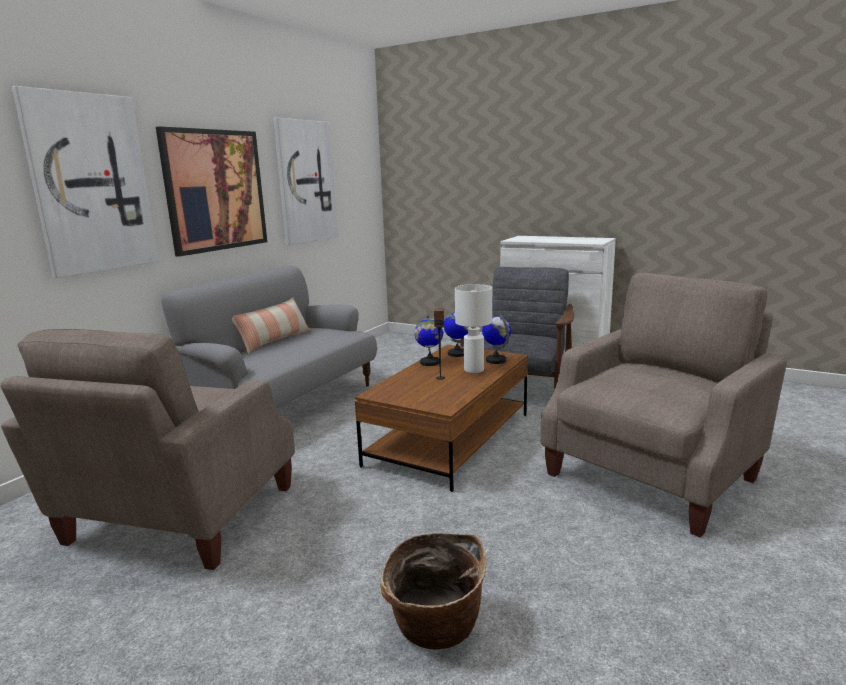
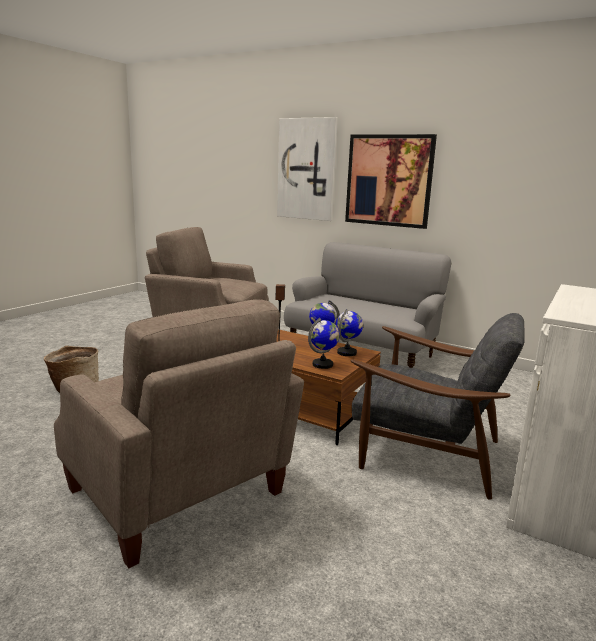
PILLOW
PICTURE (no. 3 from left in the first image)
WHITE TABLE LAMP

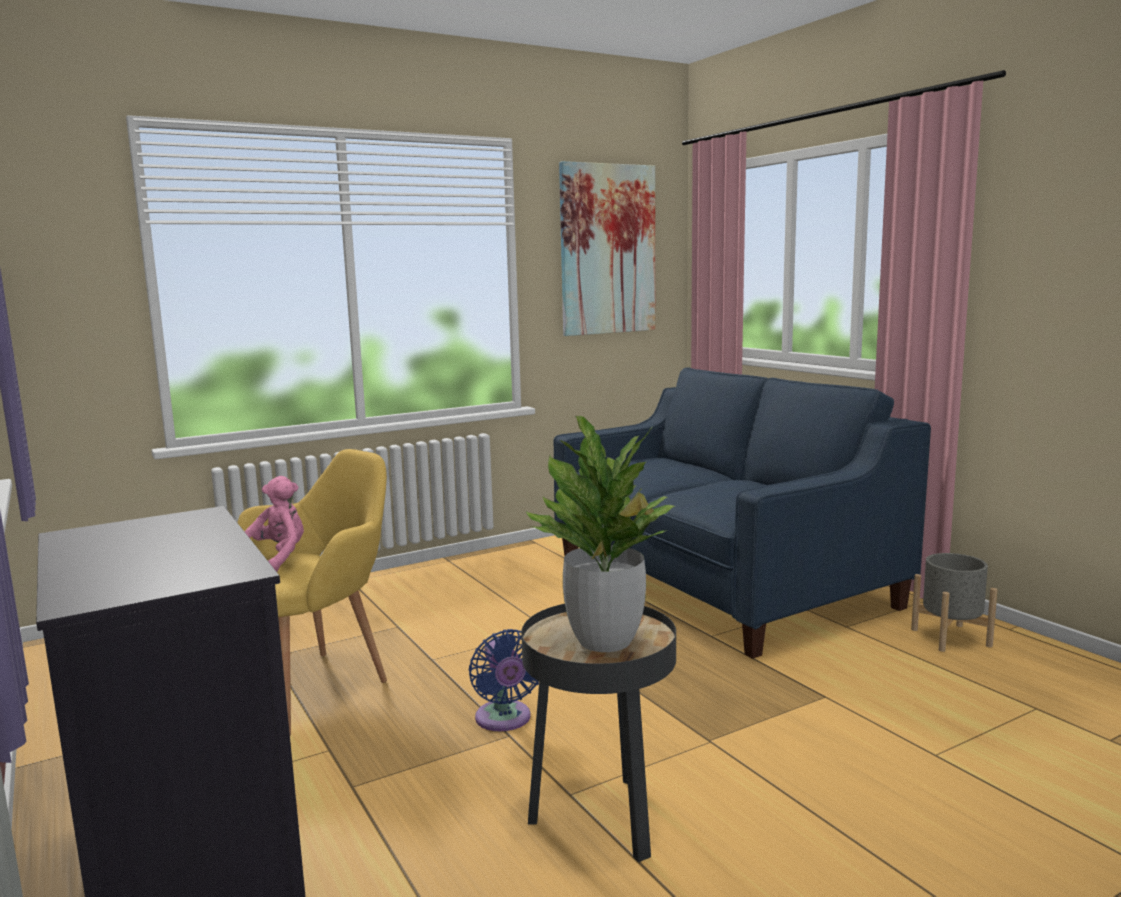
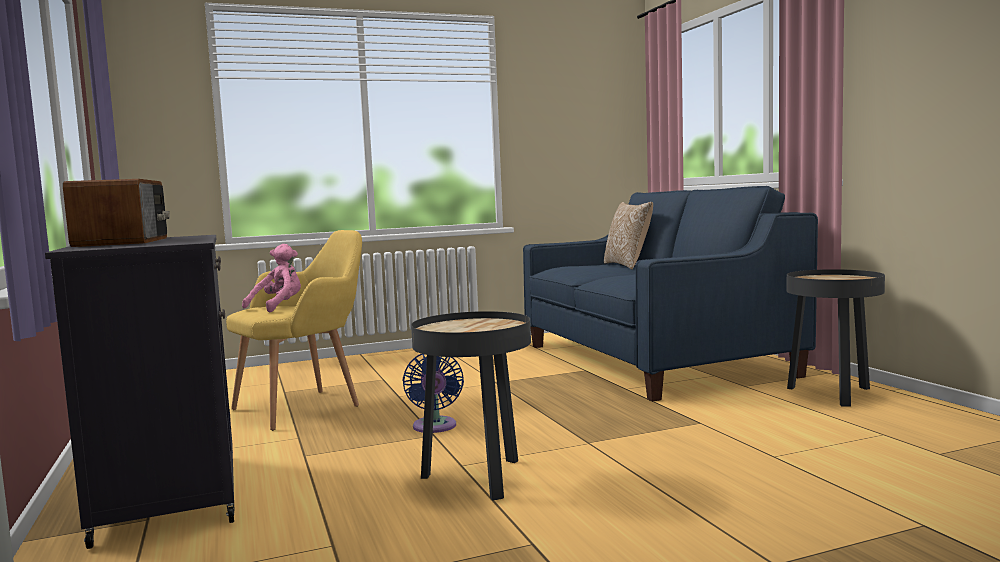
POTTED PLANT
PICTURE
BLACK SIDE TABLE (no. 2 from left)
RADIO
PILLOW

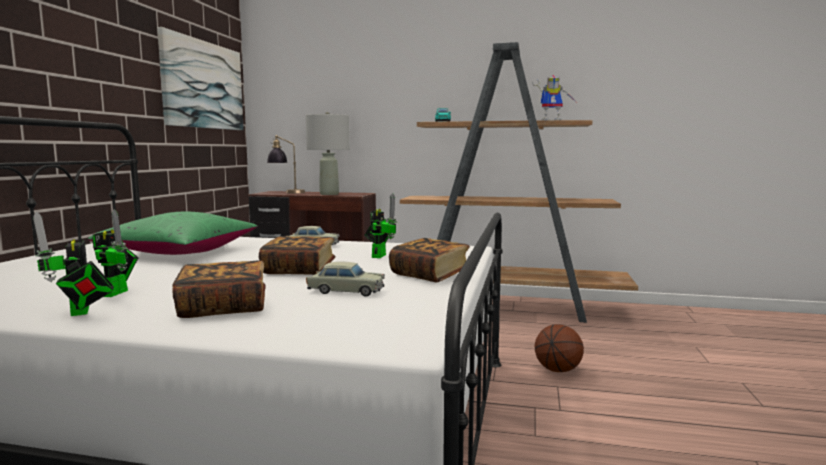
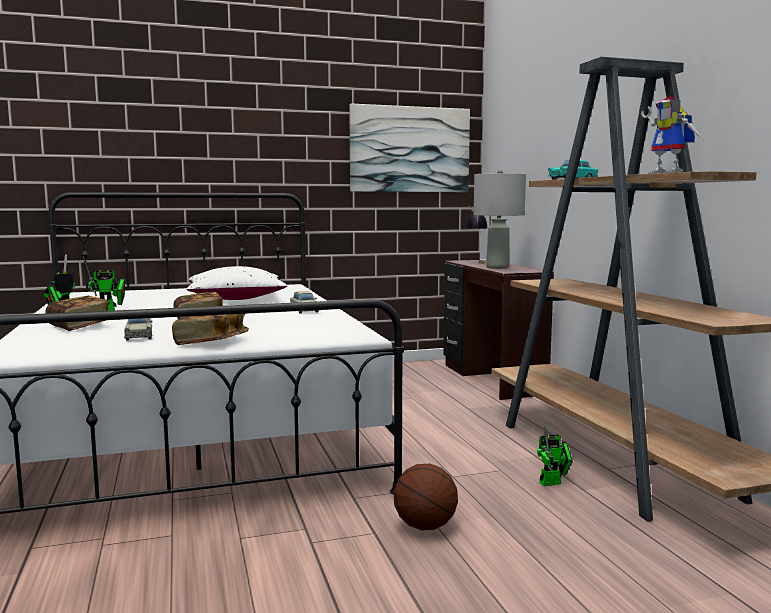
WHITE PILLOW
TOY ROBOT (no. 3 from left)

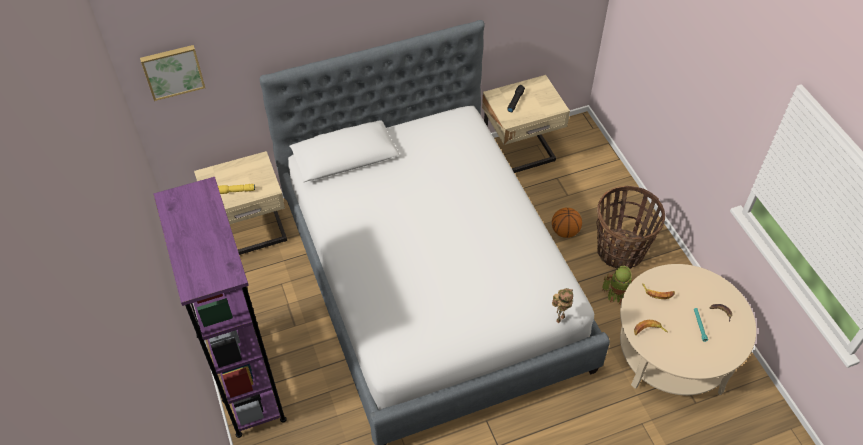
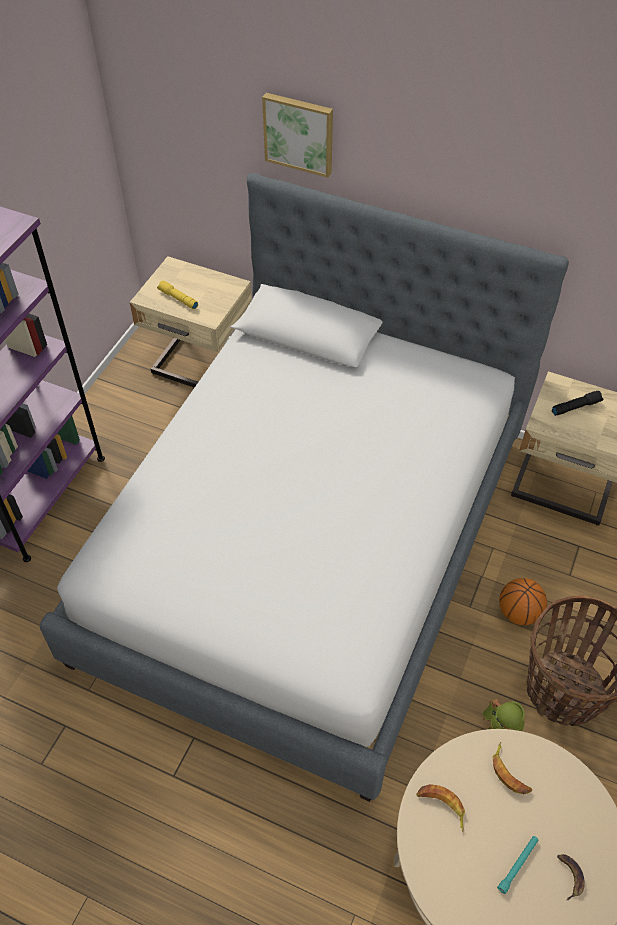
PICTURE
TOY ROBOT (no. 1 from left in the first image)

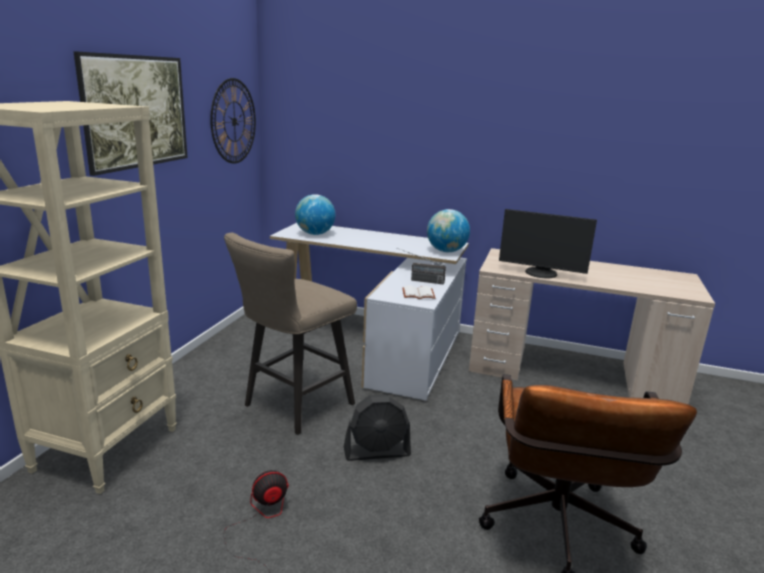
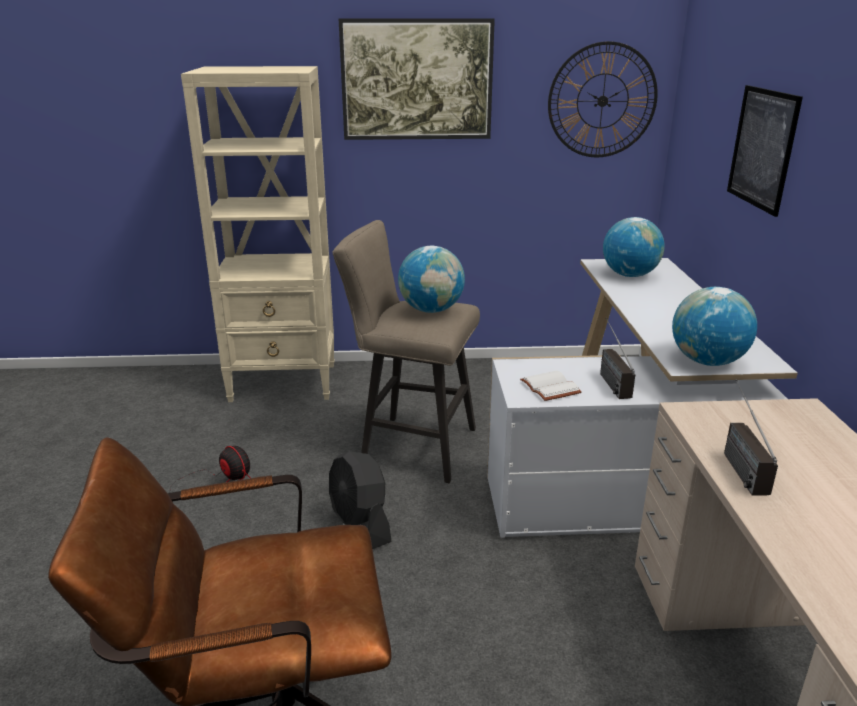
RADIO (no. 2 from left)
GLOBE (no. 1 from left)
PICTURE (no. 2 from left)

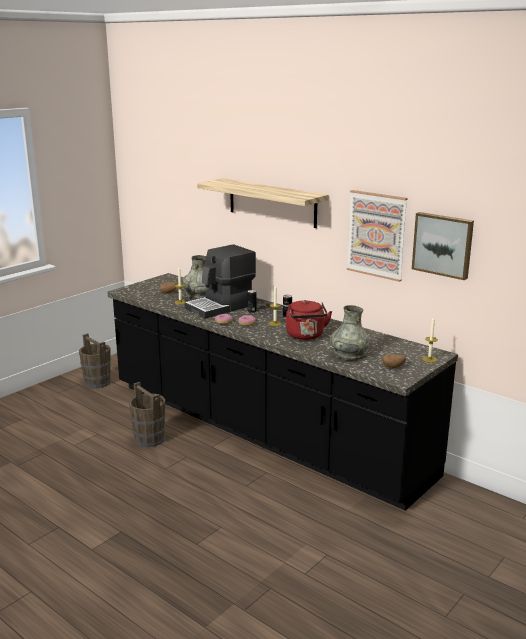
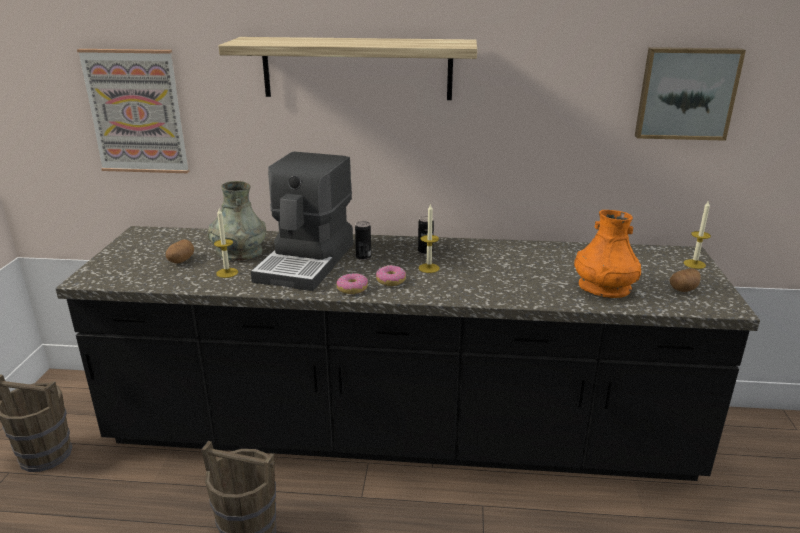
RED KETTLE
ORANGE VASE
PICTURE (no. 1 from left)

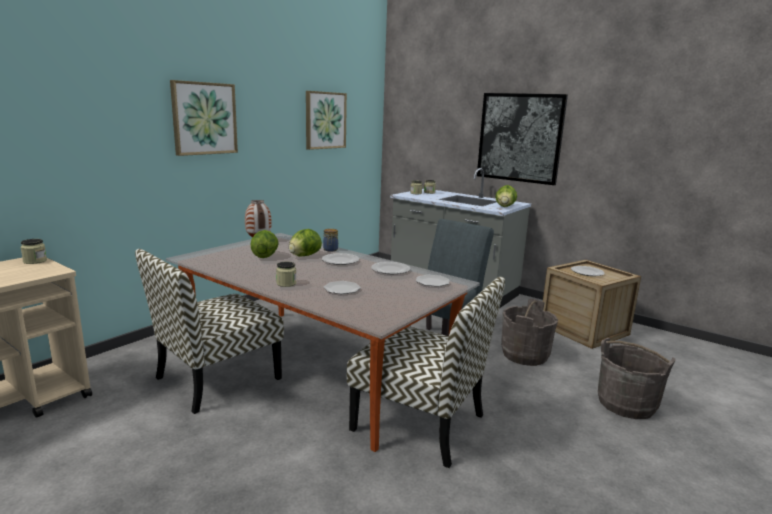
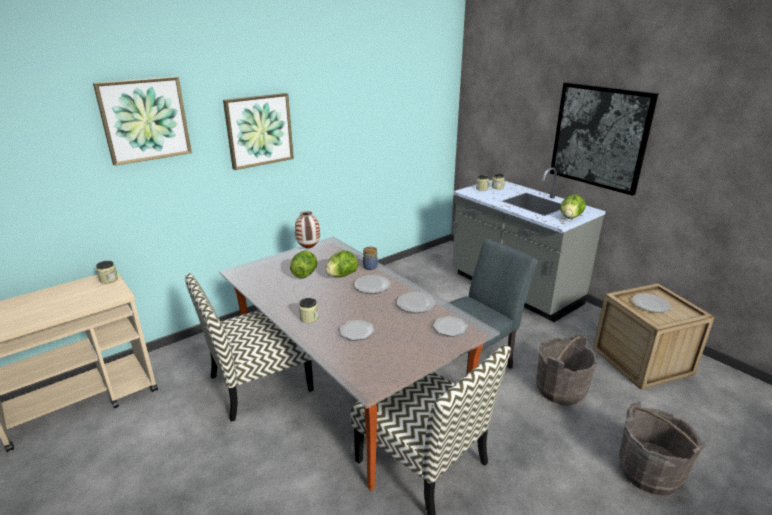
PICTURE (no. 1 from left)

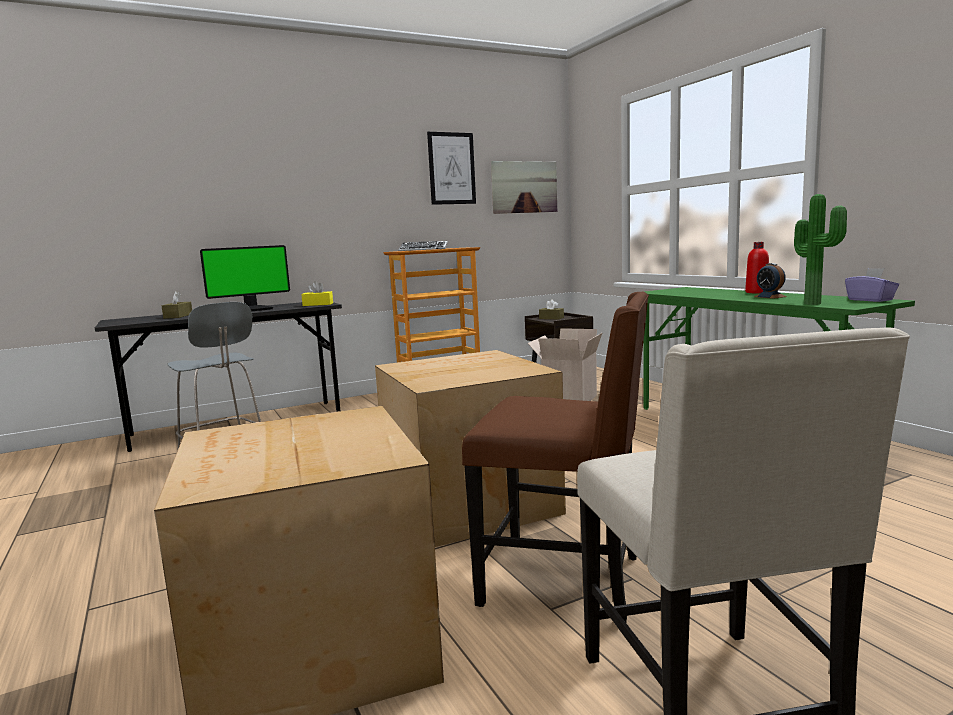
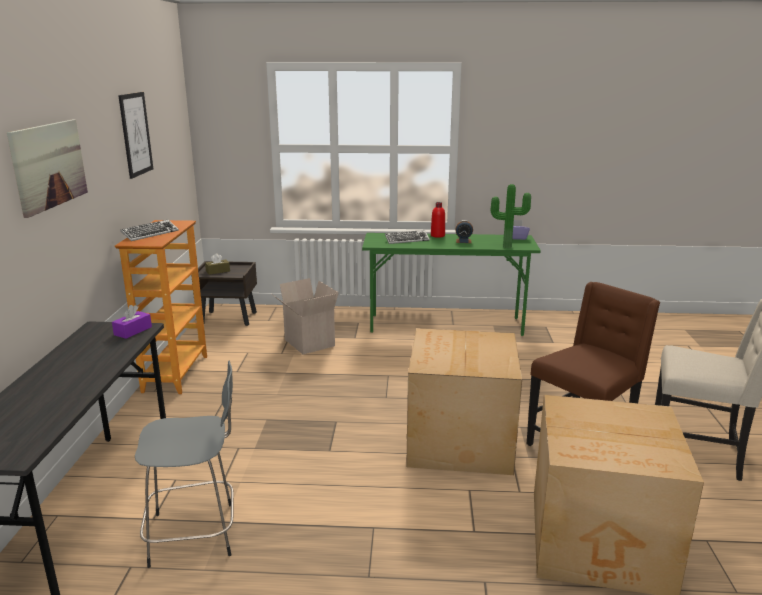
BROWN TISSUE BOX (no. 1 from left in the first image)
MONITOR
PURPLE TISSUE BOX (no. 1 from left)
PICTURE (no. 1 from left)
KEYBOARD (no. 2 from left)

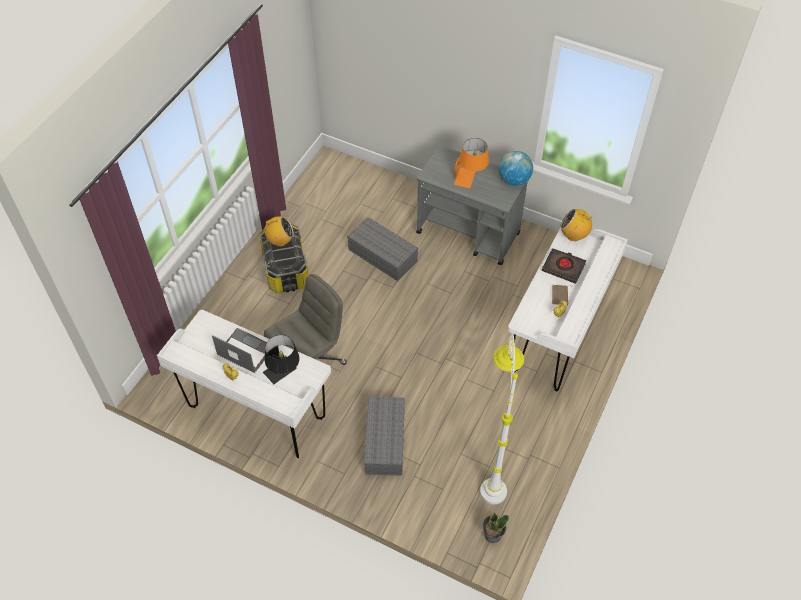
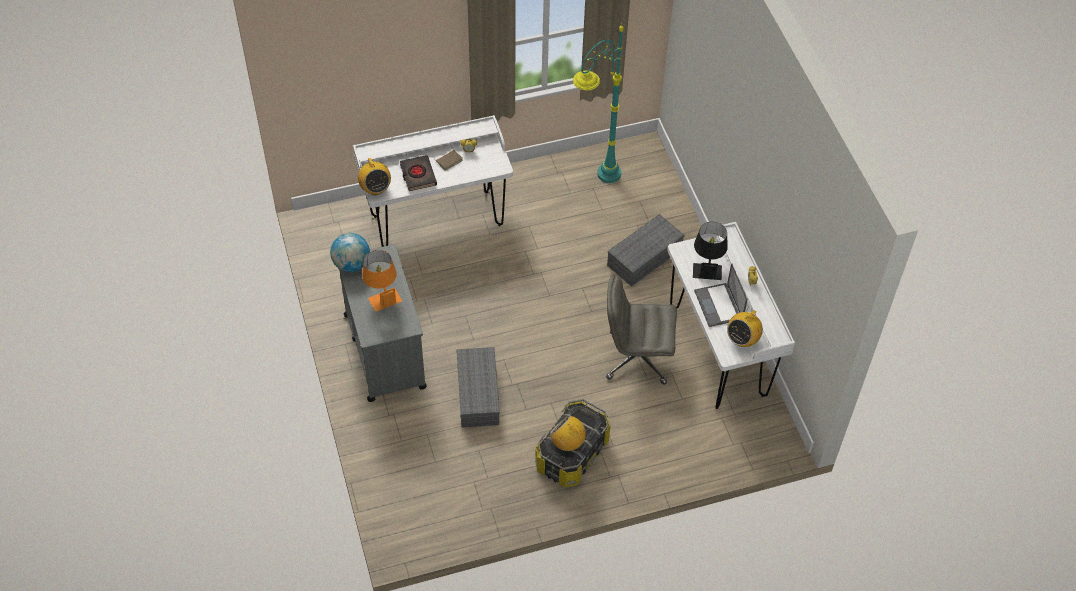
TURQUOISE FLOOR LAMP
POTTED PLANT
RADIO (no. 3 from left)

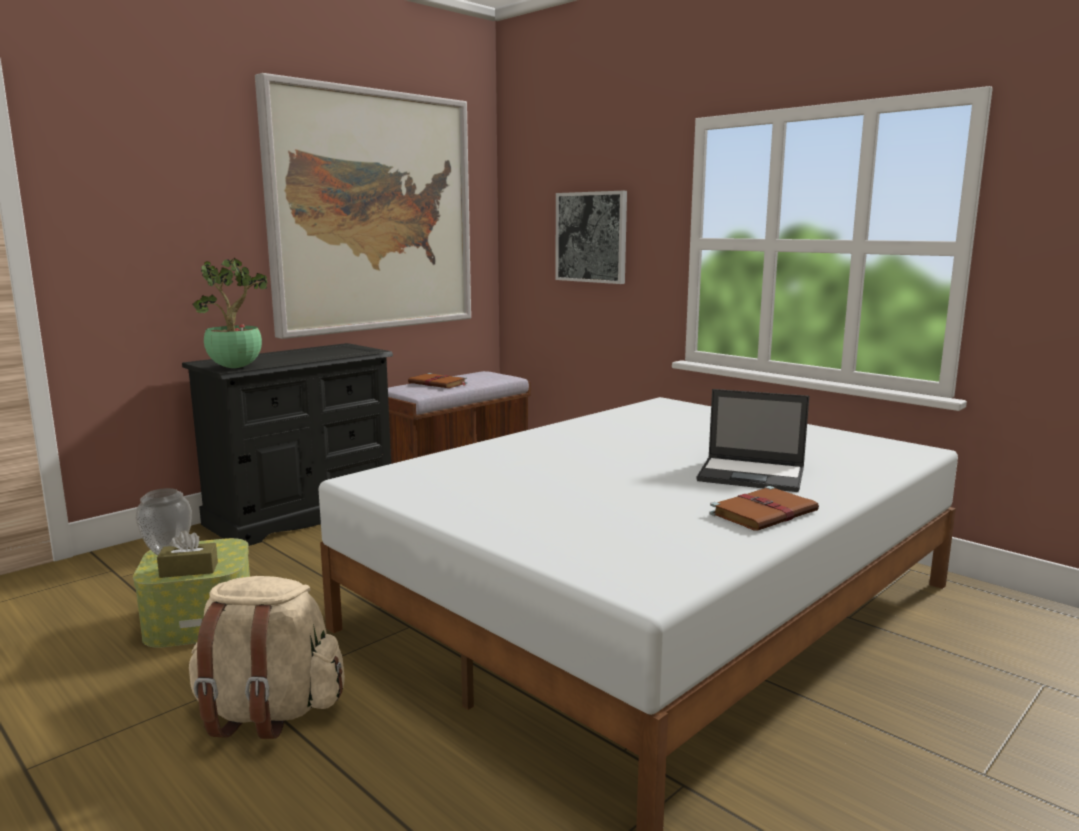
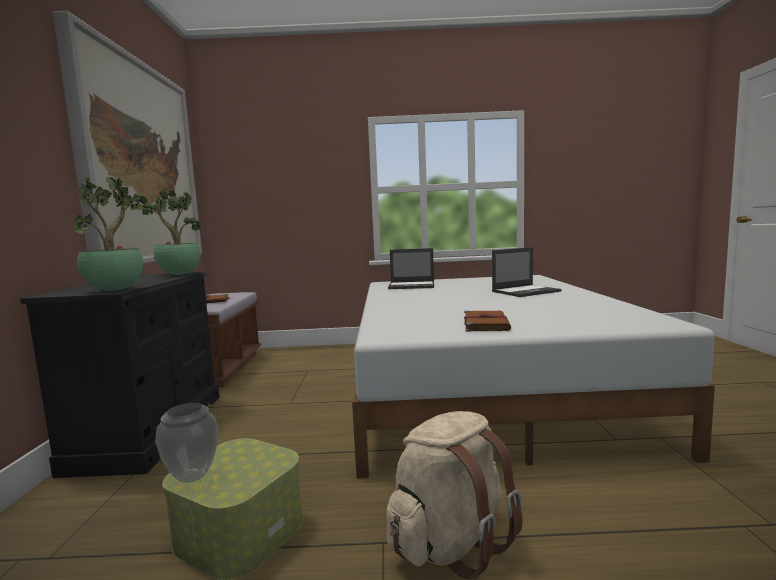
BROWN TISSUE BOX
PICTURE (no. 2 from left in the first image)
BROWN BOOK (no. 2 from left)
POTTED PLANT (no. 2 from left)
LAPTOP (no. 1 from left)

